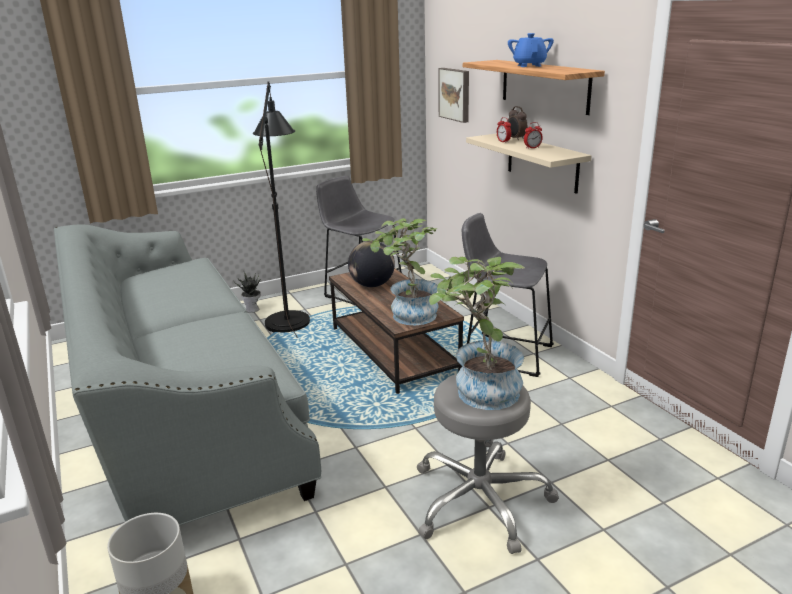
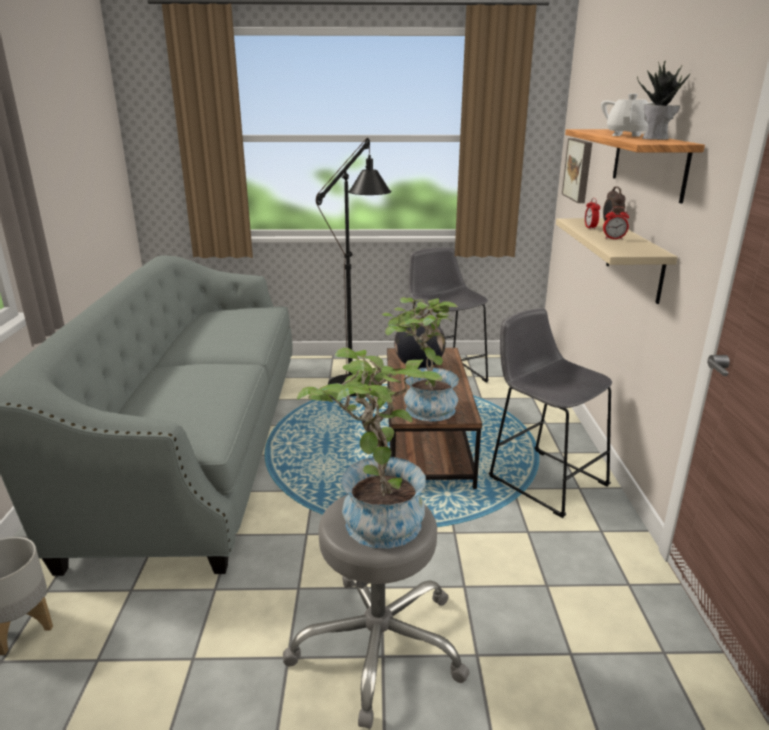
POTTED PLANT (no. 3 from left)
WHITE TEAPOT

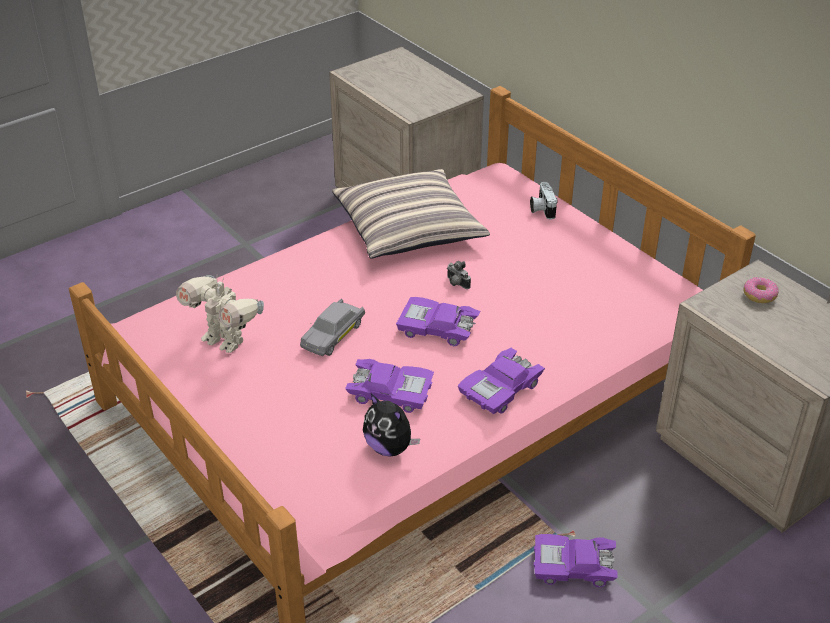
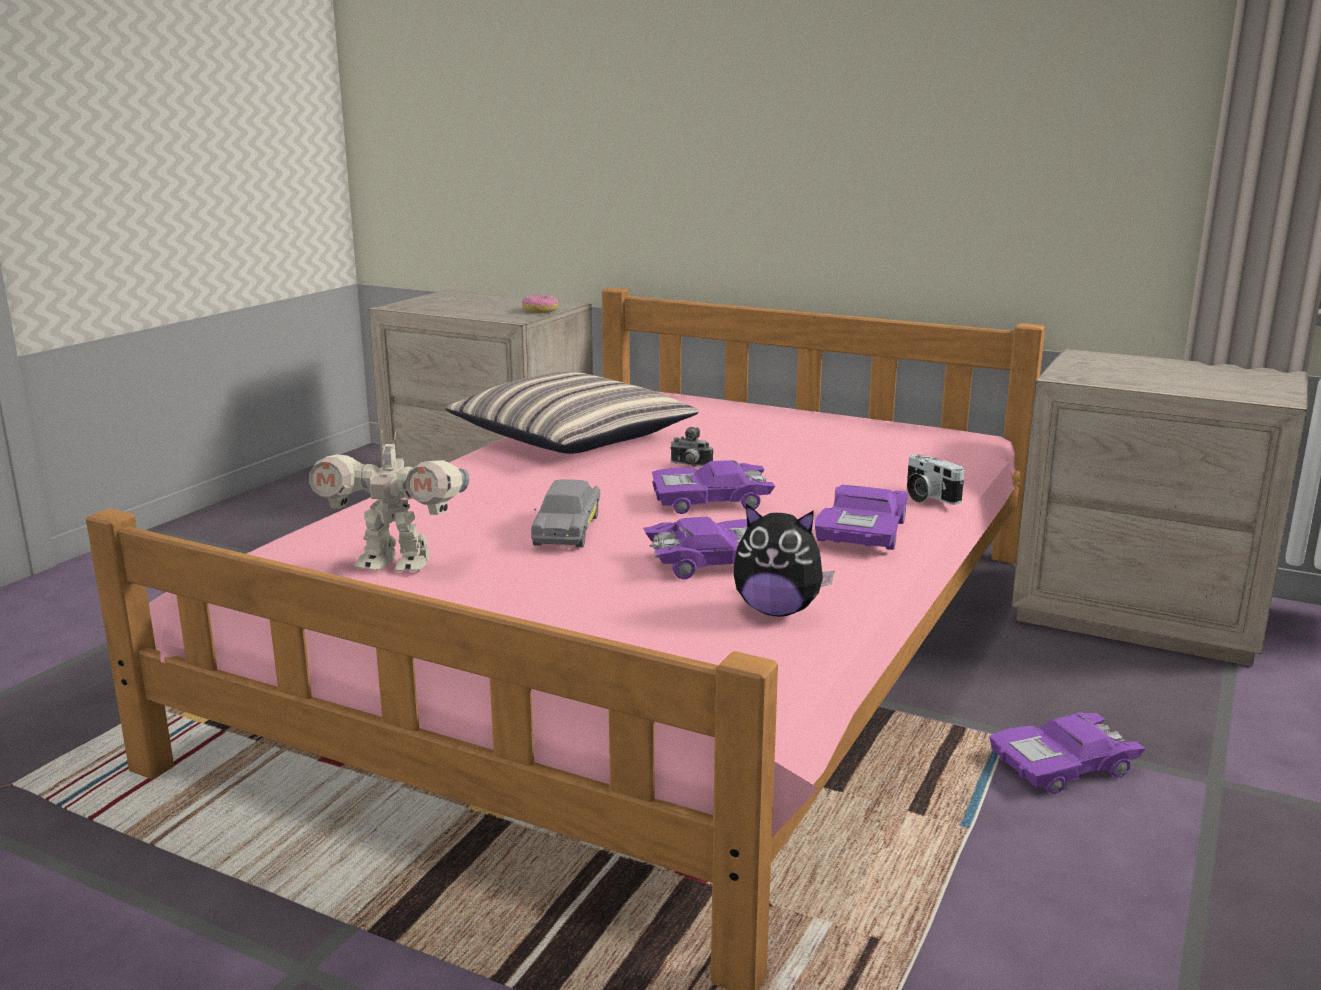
PHOTO CAMERA (no. 2 from left)
DONUT

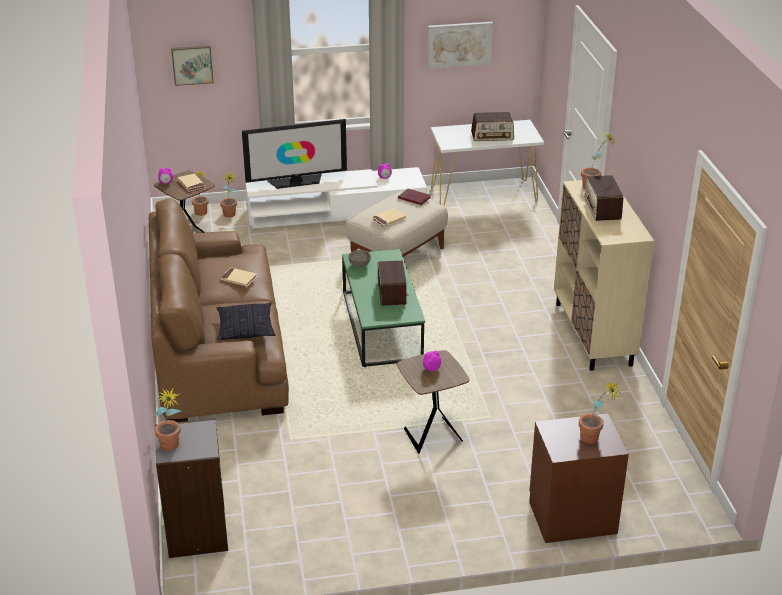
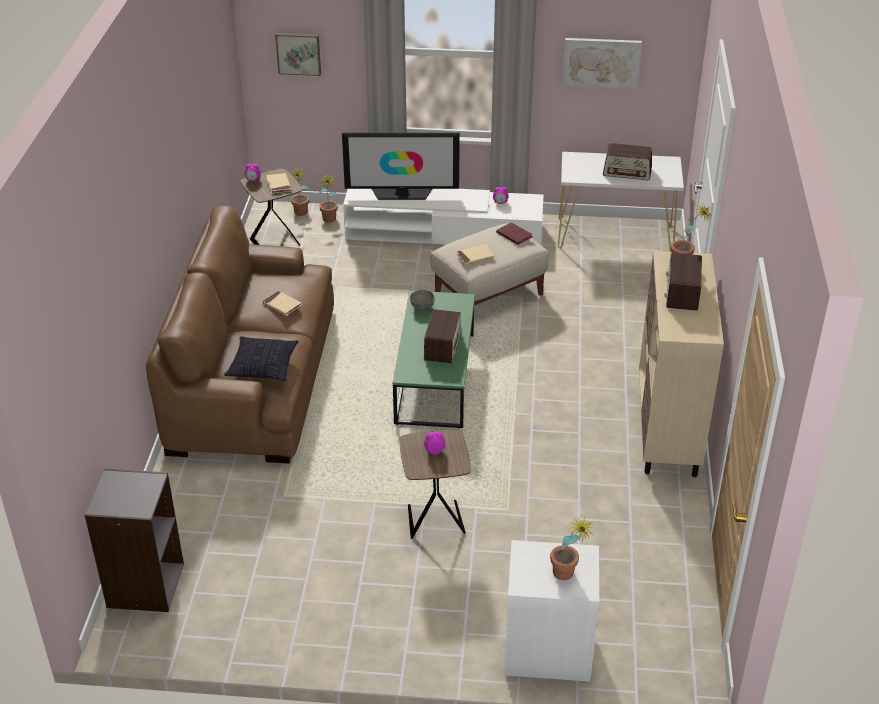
POTTED PLANT (no. 1 from left in the first image)
WHITE NIGHTSTAND

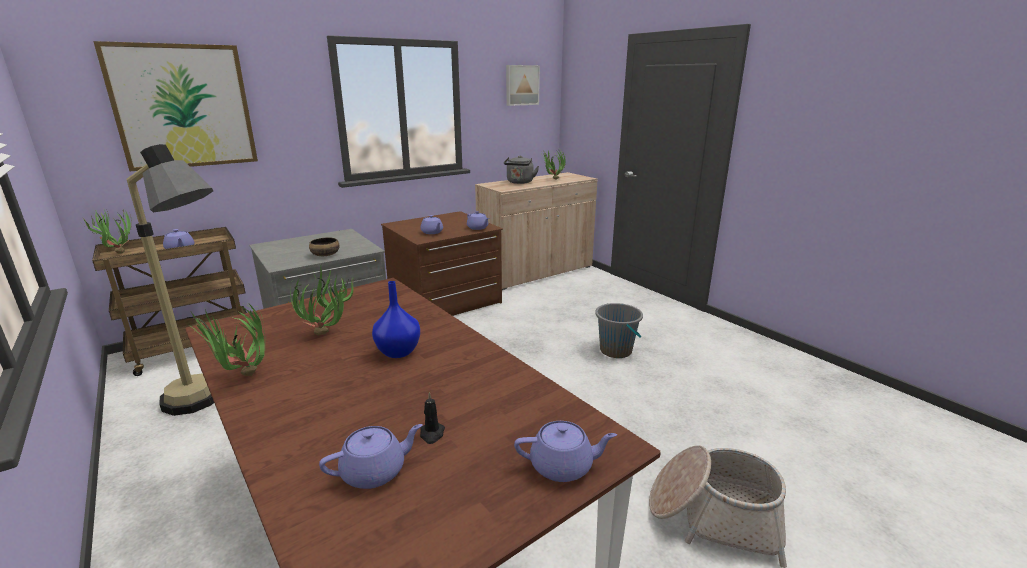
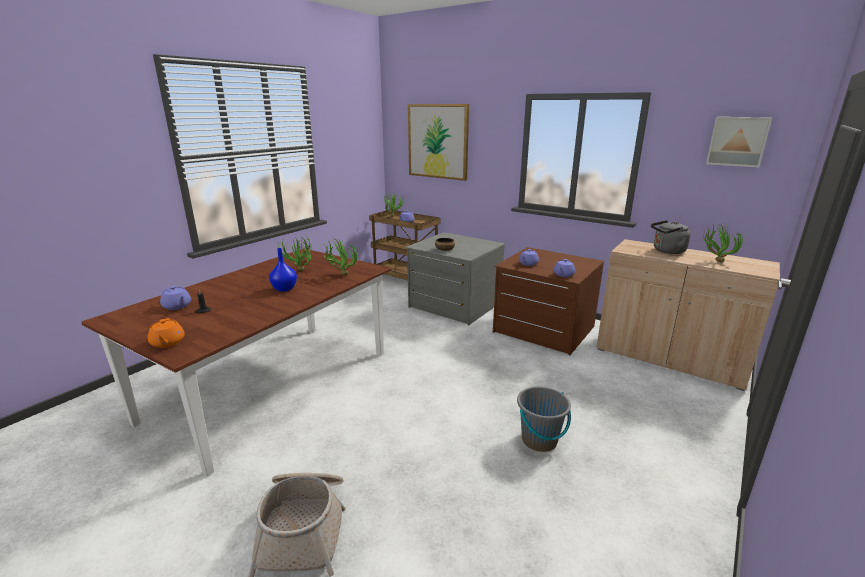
FLOOR LAMP
POTTED PLANT (no. 2 from left)
ORANGE TEAPOT

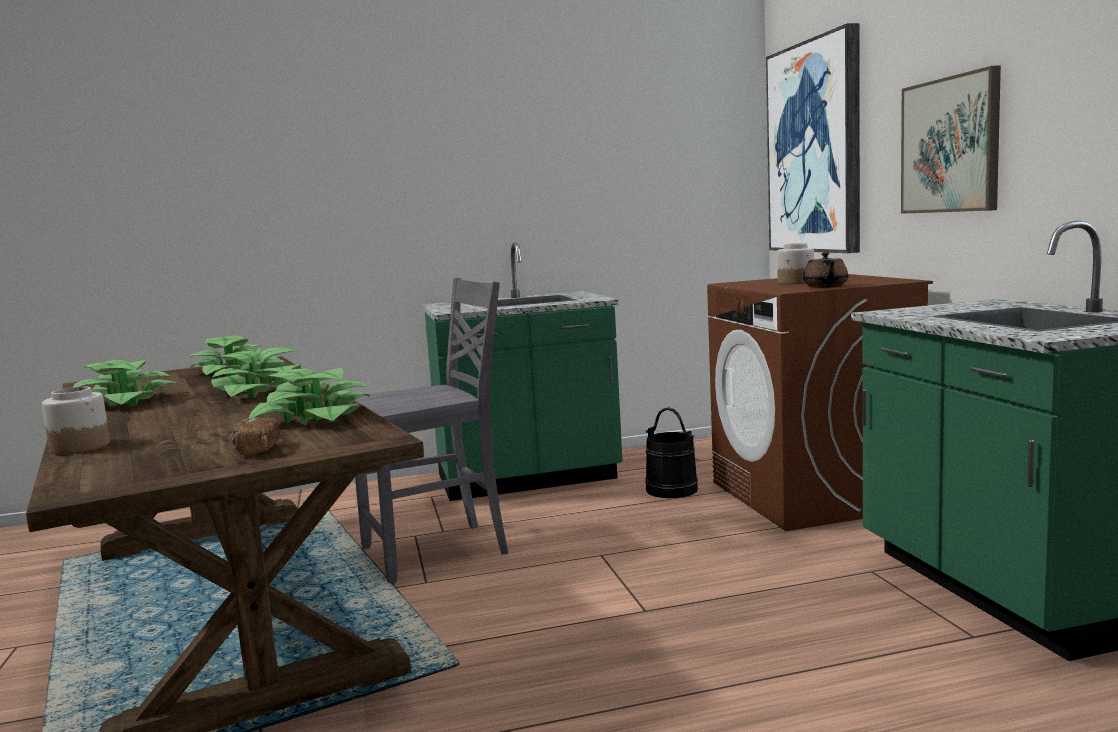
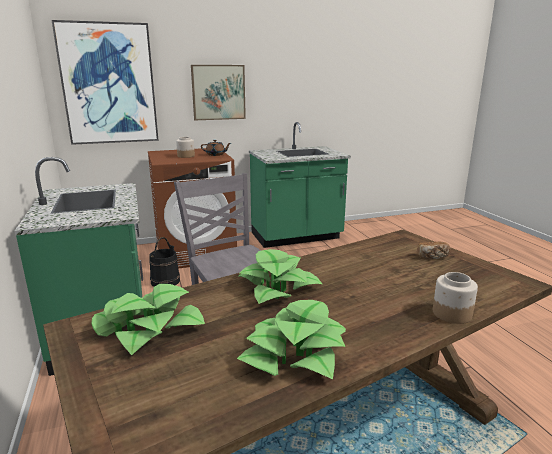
POTTED PLANT (no. 4 from left in the first image)

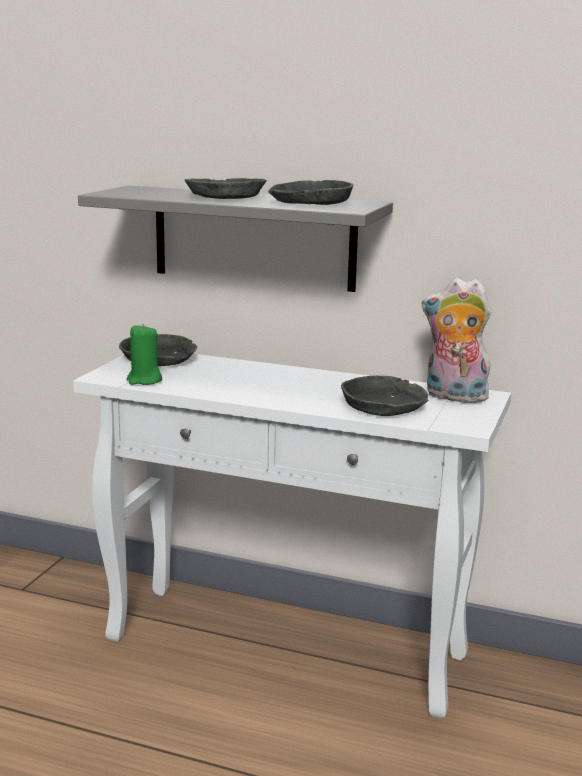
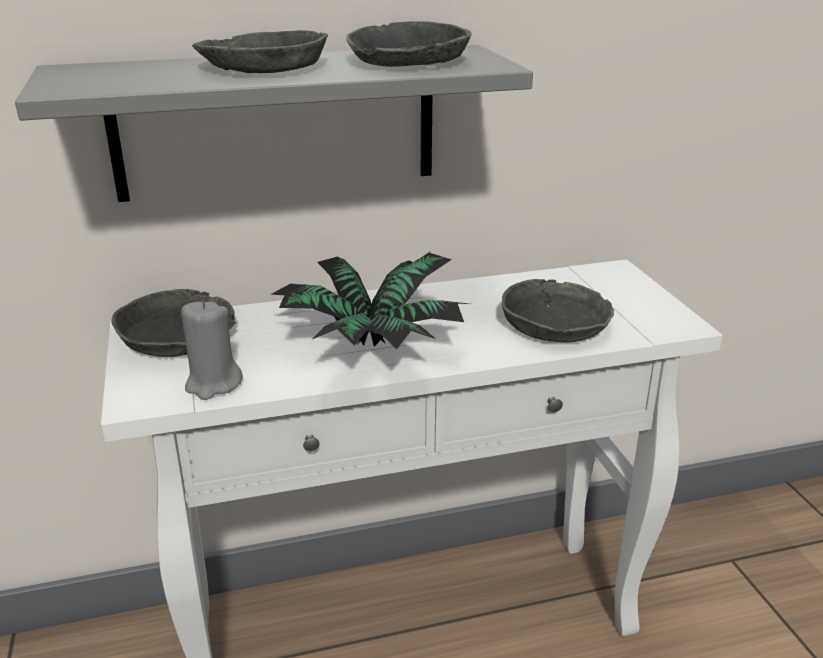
GREY CANDLE
PLUSH TOY
POTTED PLANT

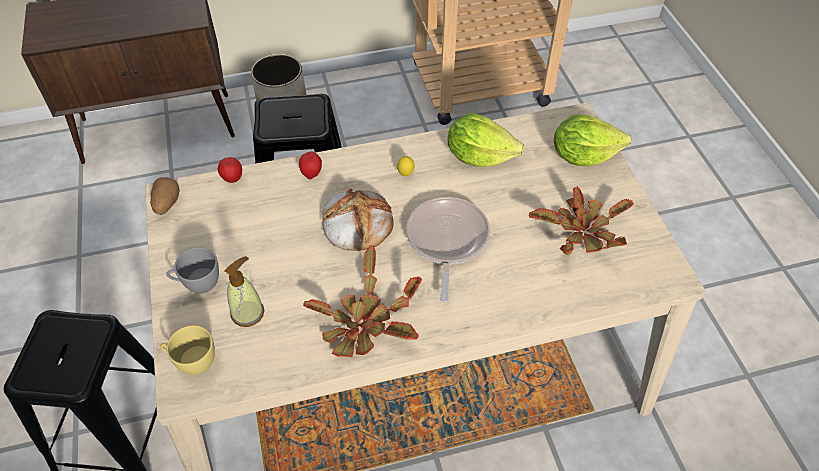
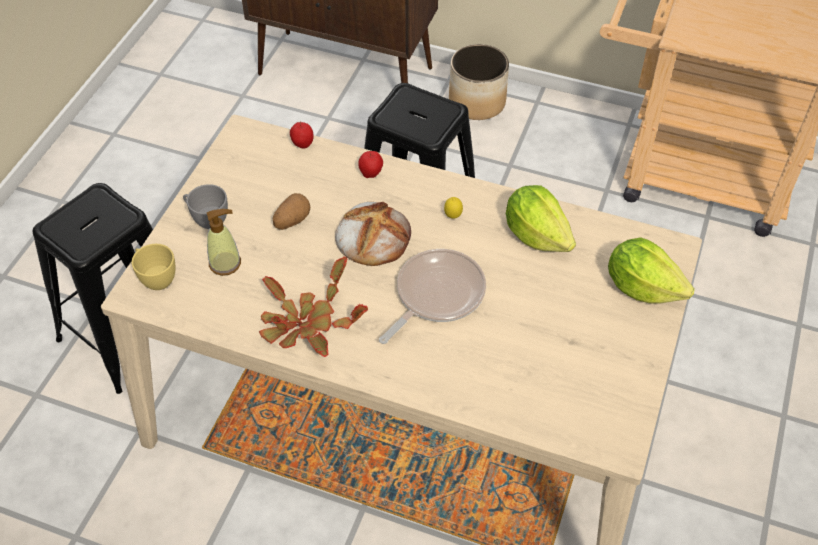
POTATO
POTTED PLANT (no. 2 from left in the first image)

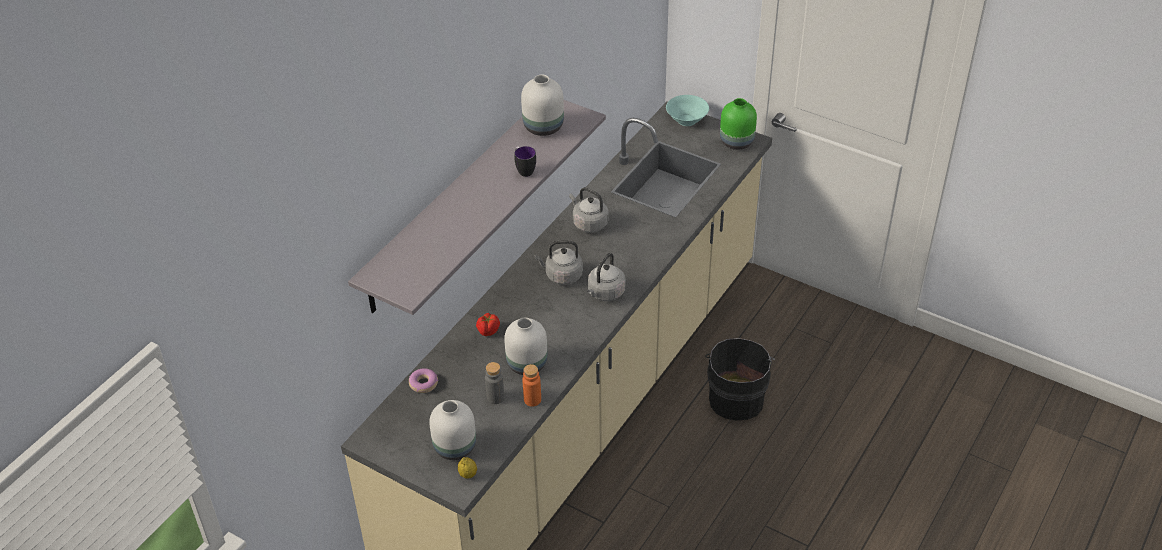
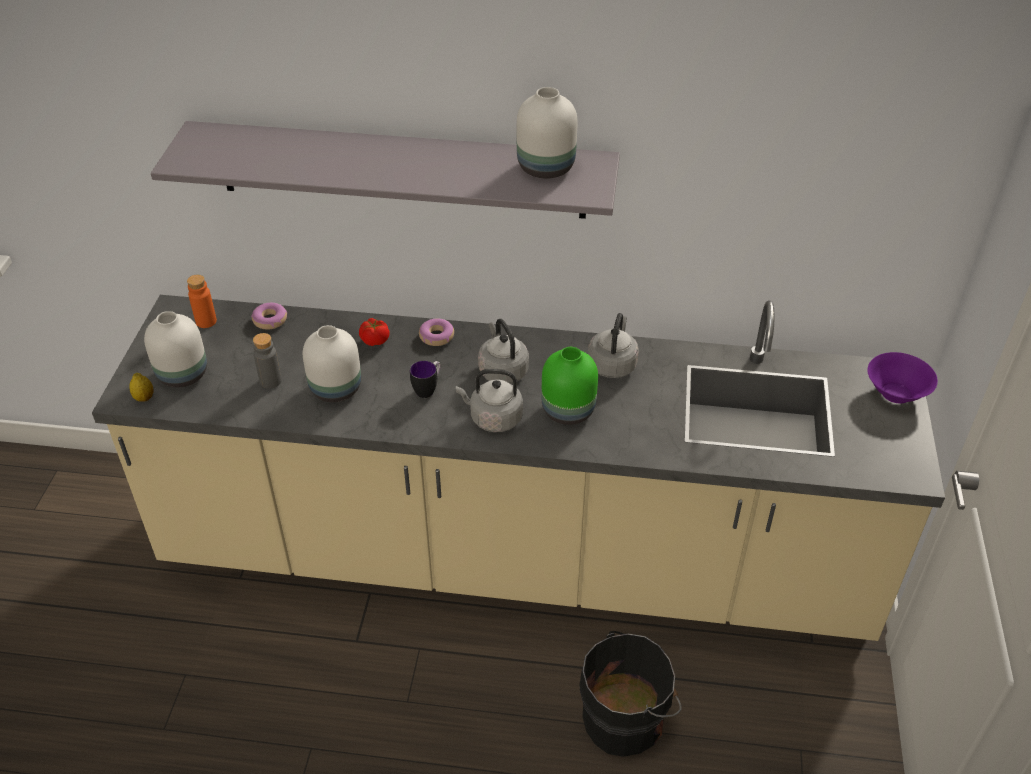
MUG
ORANGE BOTTLE
PURPLE BOWL
GREEN VASE
DONUT (no. 2 from left)

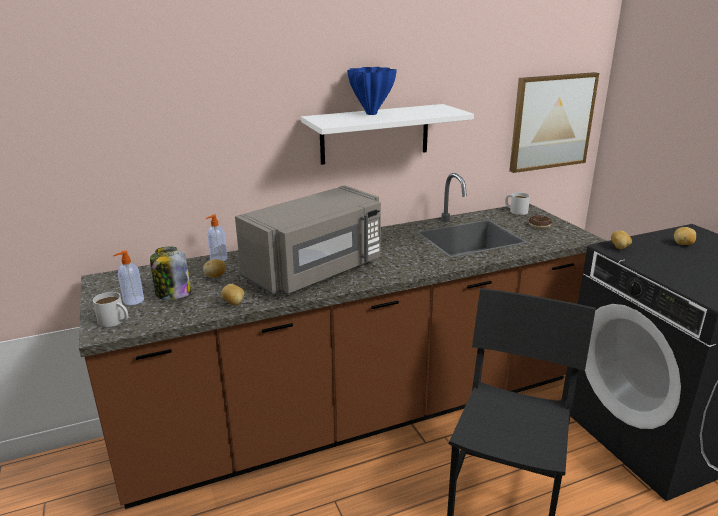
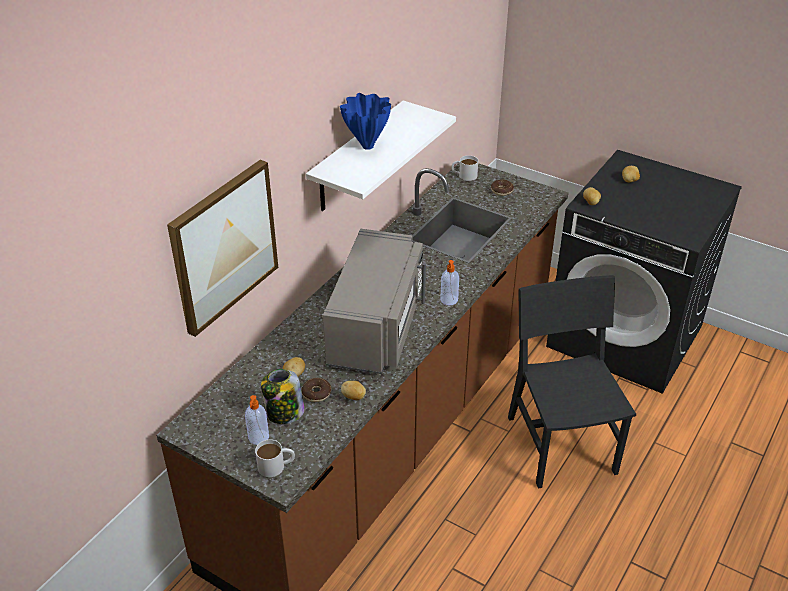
SOAP DISPENSER (no. 2 from left)
PICTURE
DONUT (no. 1 from left)

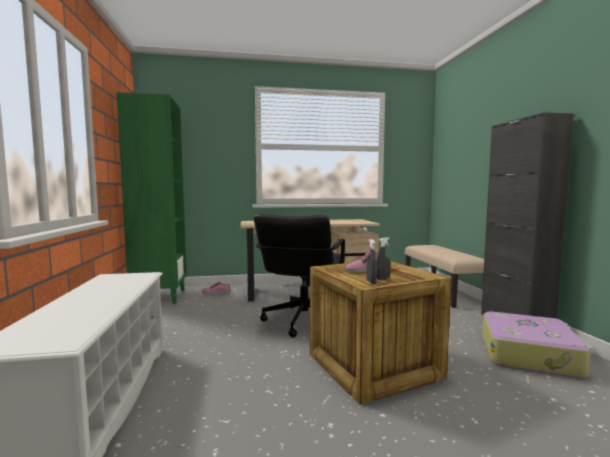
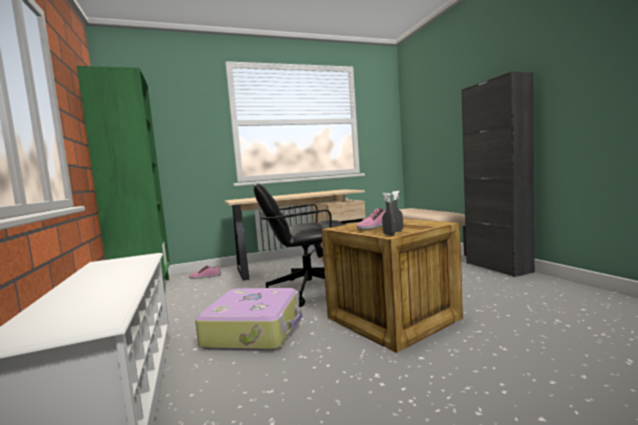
BLACK OFFICE CHAIR
SUITCASE

